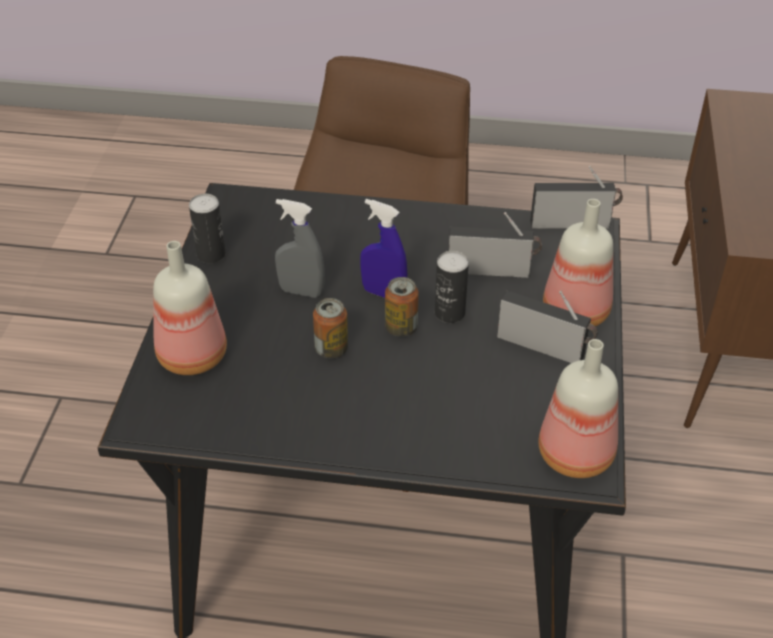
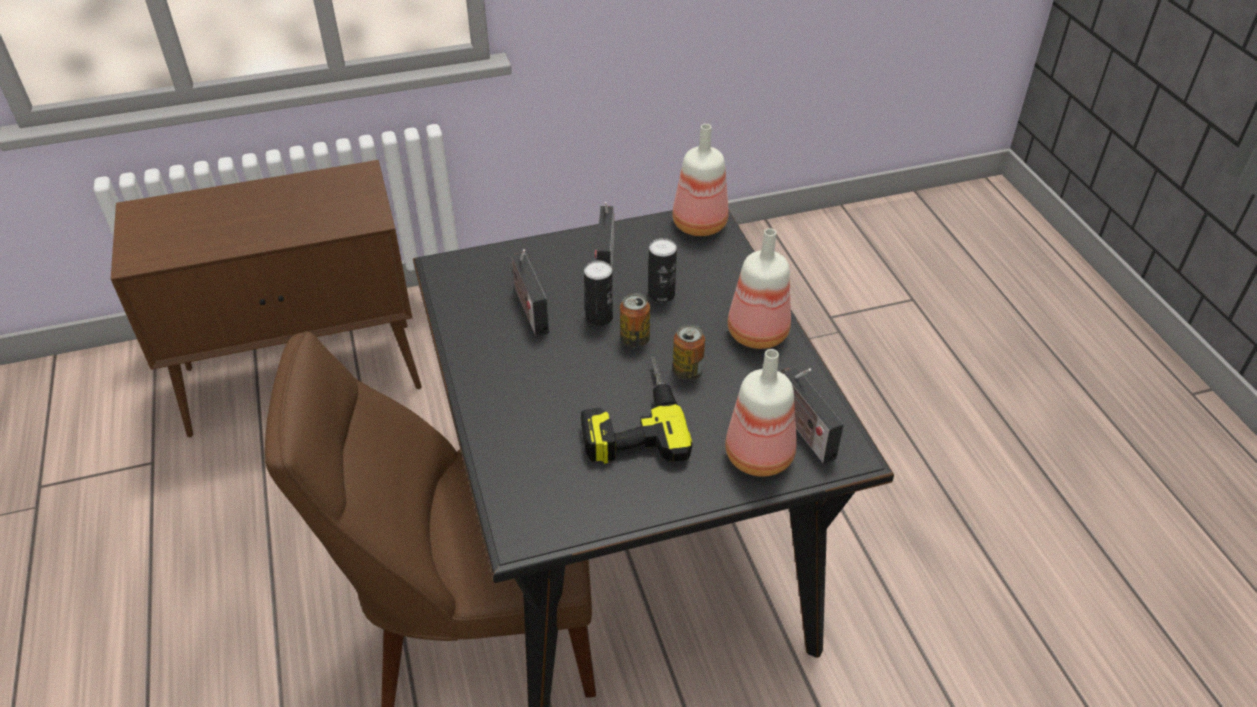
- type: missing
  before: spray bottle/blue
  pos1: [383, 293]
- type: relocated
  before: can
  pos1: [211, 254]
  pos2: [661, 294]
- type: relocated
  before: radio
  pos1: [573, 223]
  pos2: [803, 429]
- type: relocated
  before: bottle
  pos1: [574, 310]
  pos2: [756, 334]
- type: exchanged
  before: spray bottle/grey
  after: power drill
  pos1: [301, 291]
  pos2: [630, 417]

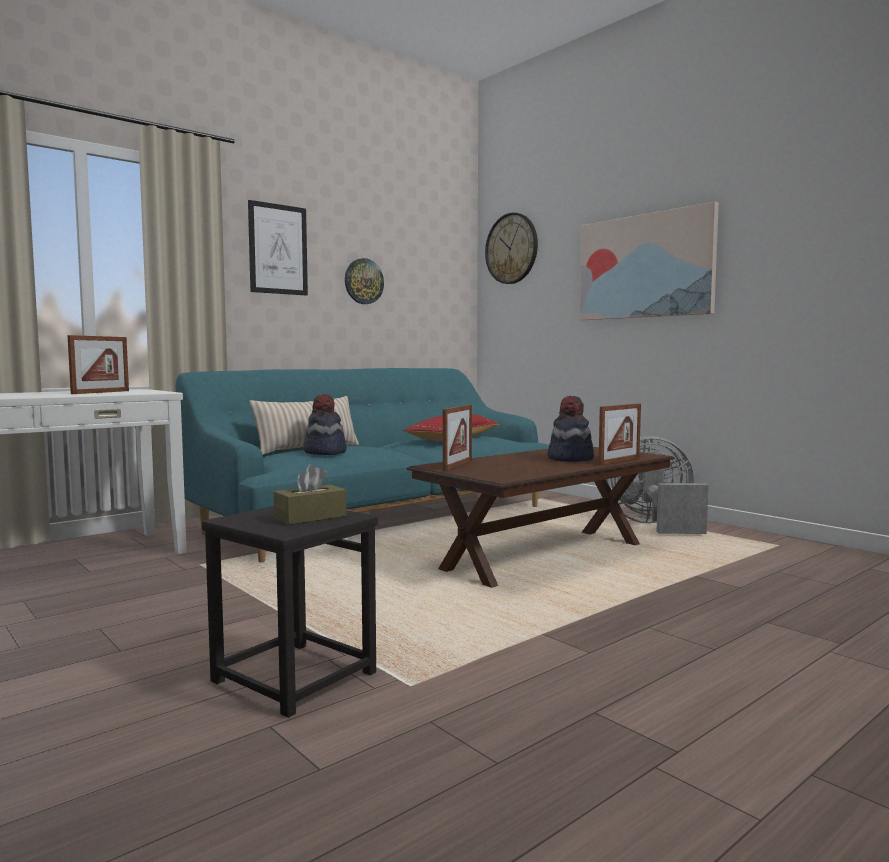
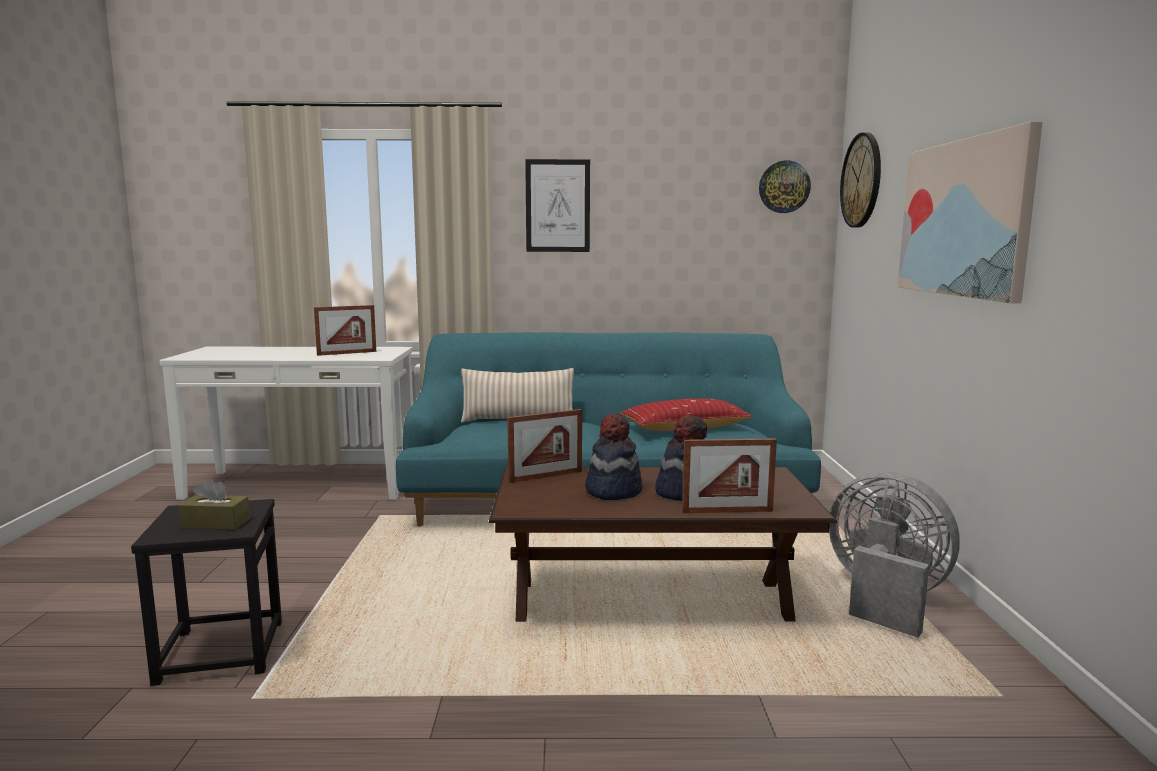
- type: relocated
  before: hat
  pos1: [324, 452]
  pos2: [613, 491]
- type: relocated
  before: wall clock
  pos1: [363, 281]
  pos2: [784, 187]

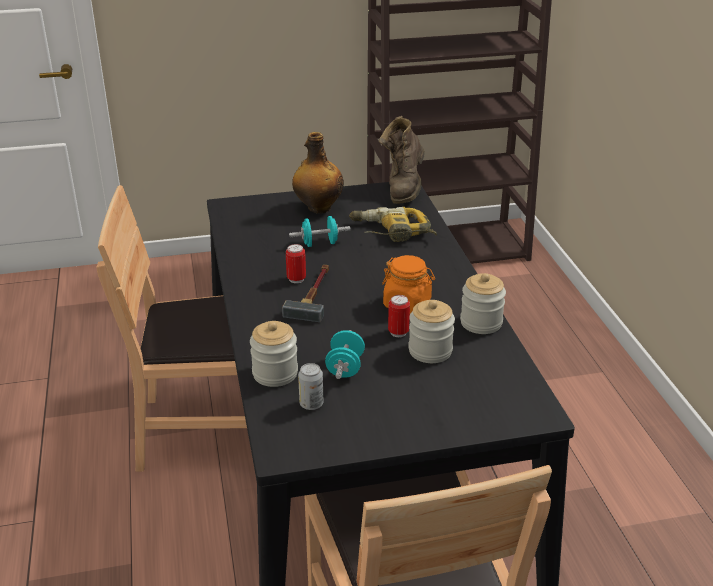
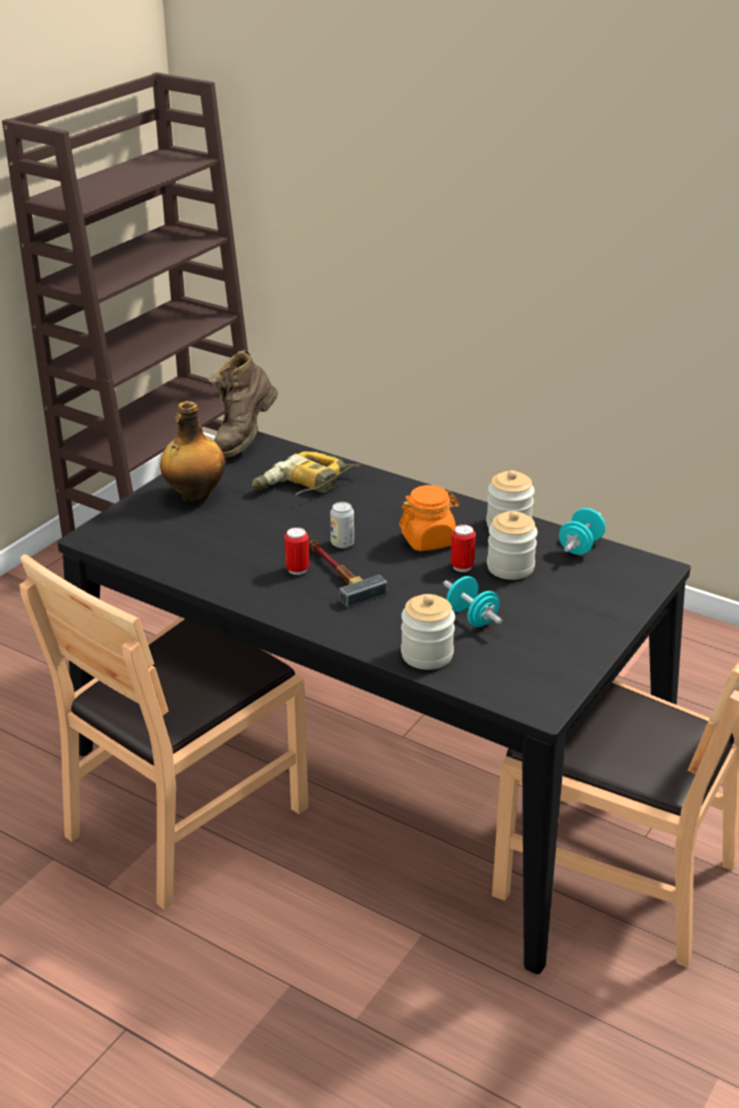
- type: relocated
  before: dumbbell/turquoise
  pos1: [320, 243]
  pos2: [580, 546]
- type: relocated
  before: can
  pos1: [311, 404]
  pos2: [342, 543]
- type: spun
  before: boot/brown
  pos1: [404, 188]
  pos2: [243, 439]
  turn: 60

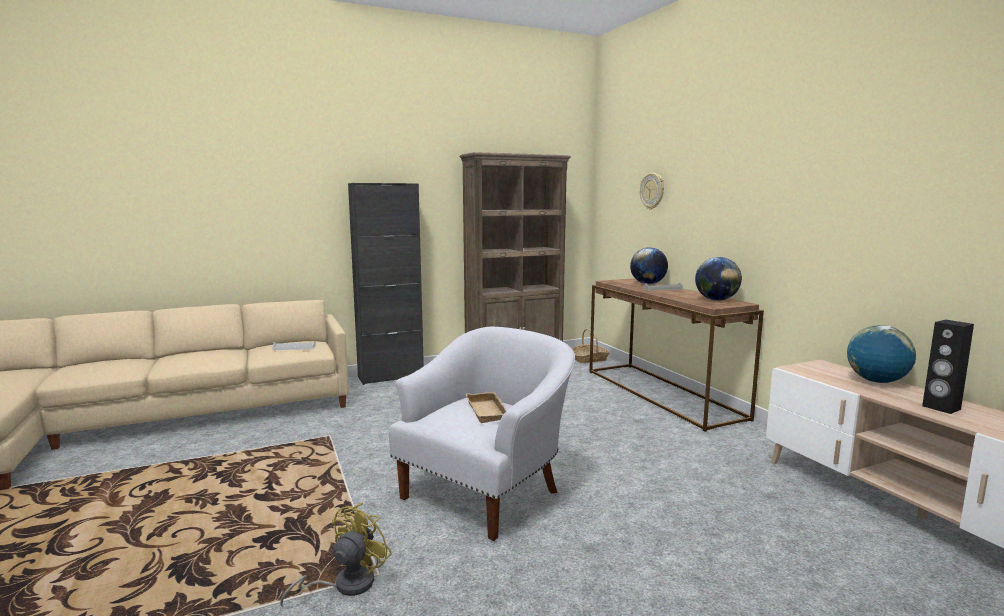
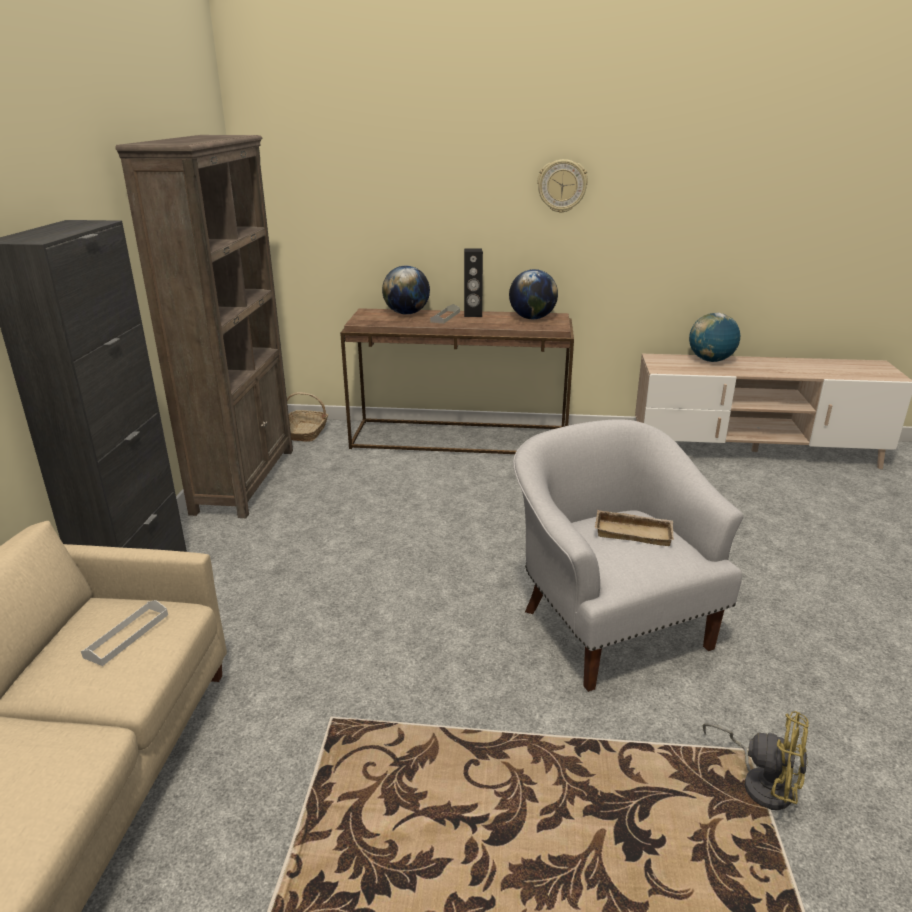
- type: relocated
  before: wall clock
  pos1: [652, 191]
  pos2: [562, 186]
- type: relocated
  before: speaker/black
  pos1: [941, 408]
  pos2: [473, 314]
- type: spun
  before: fan/yellow
  pos1: [345, 585]
  pos2: [761, 782]
  turn: 150

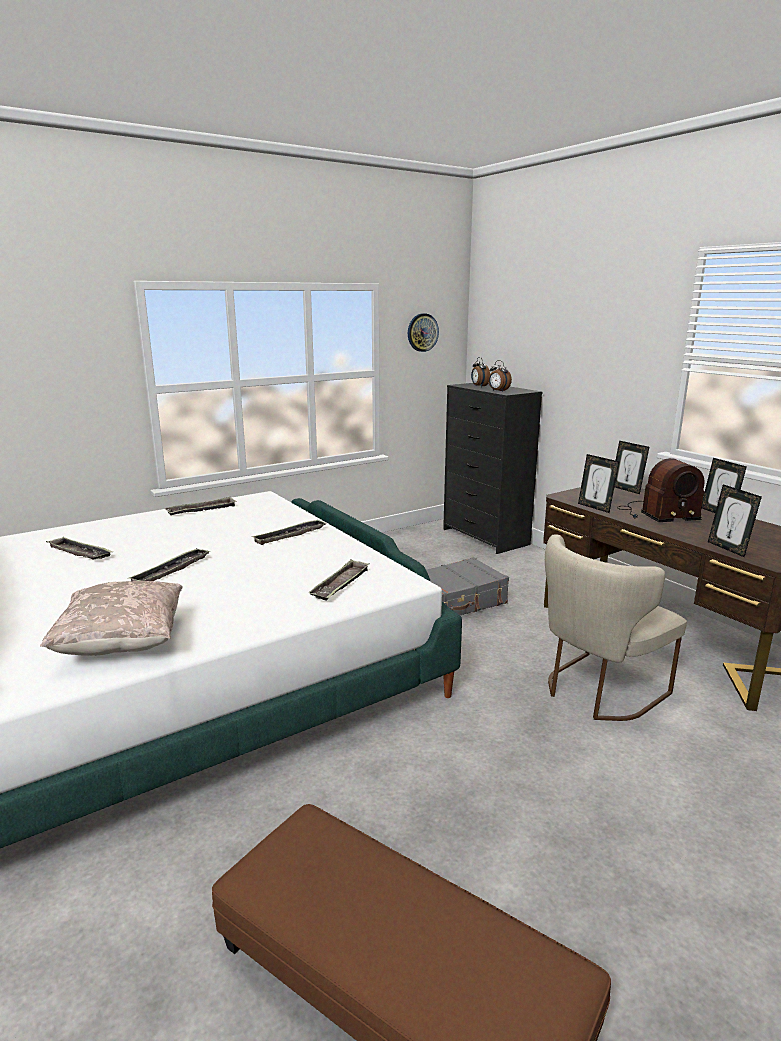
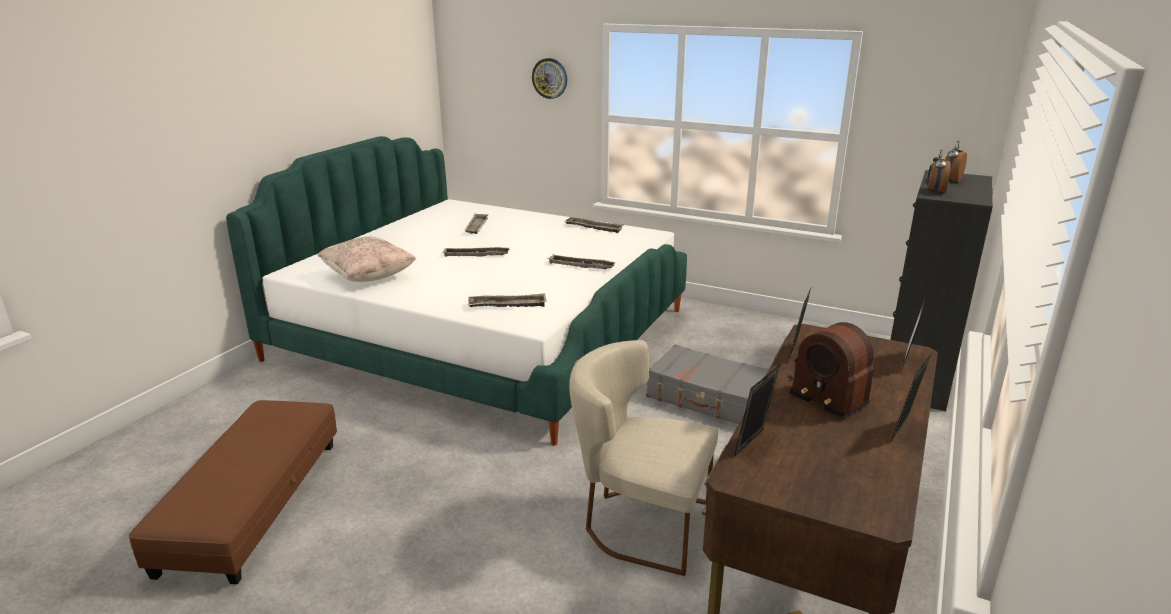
- type: relocated
  before: wall clock
  pos1: [422, 332]
  pos2: [550, 78]

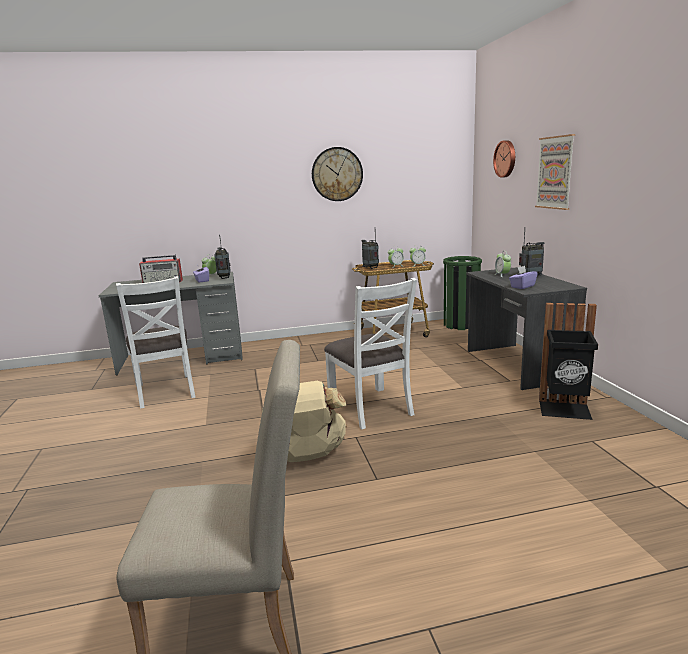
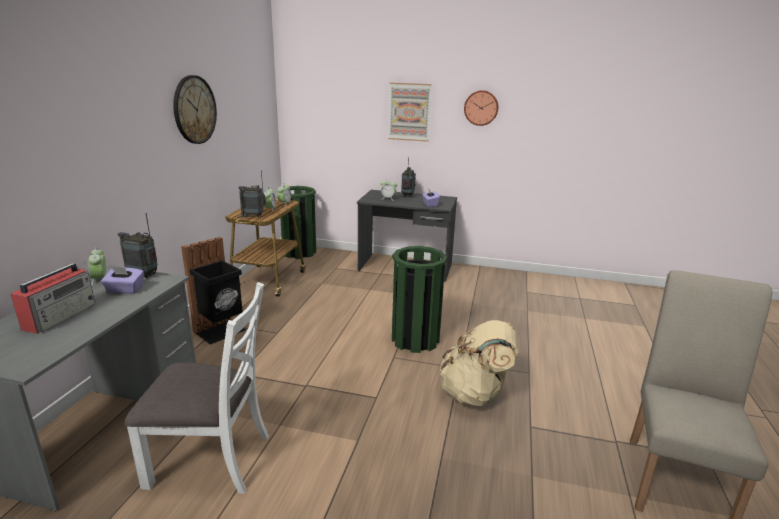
- type: relocated
  before: wall clock
  pos1: [506, 159]
  pos2: [481, 108]
- type: relocated
  before: trash can/black
  pos1: [565, 410]
  pos2: [221, 331]
- type: exchanged
  before: chair/white
  after: trash can/green
  pos1: [371, 407]
  pos2: [415, 339]

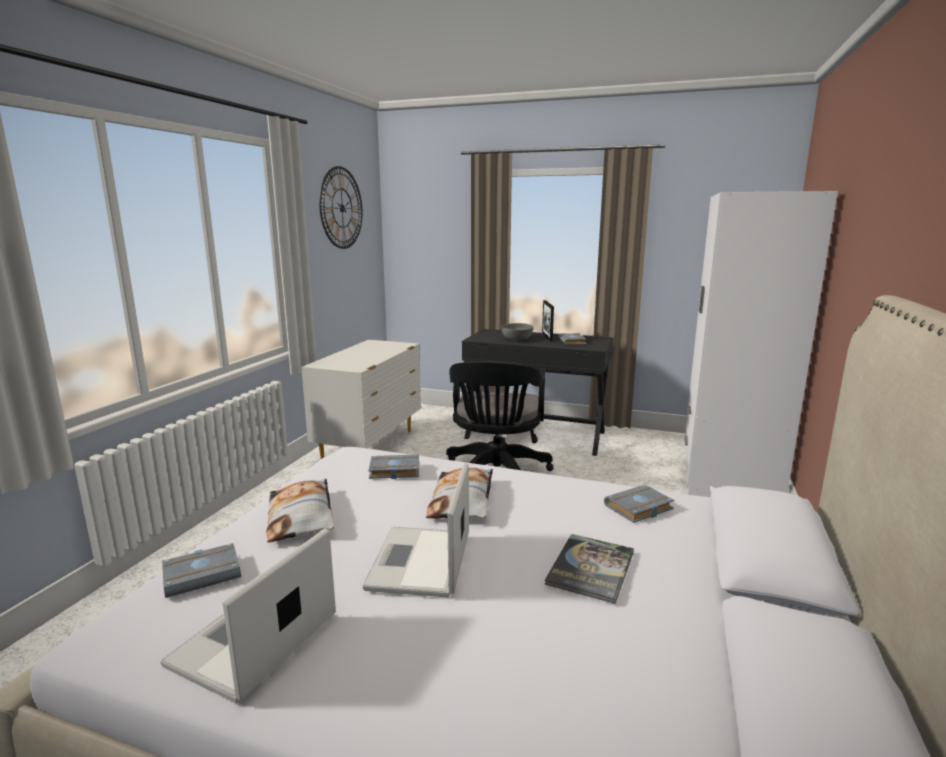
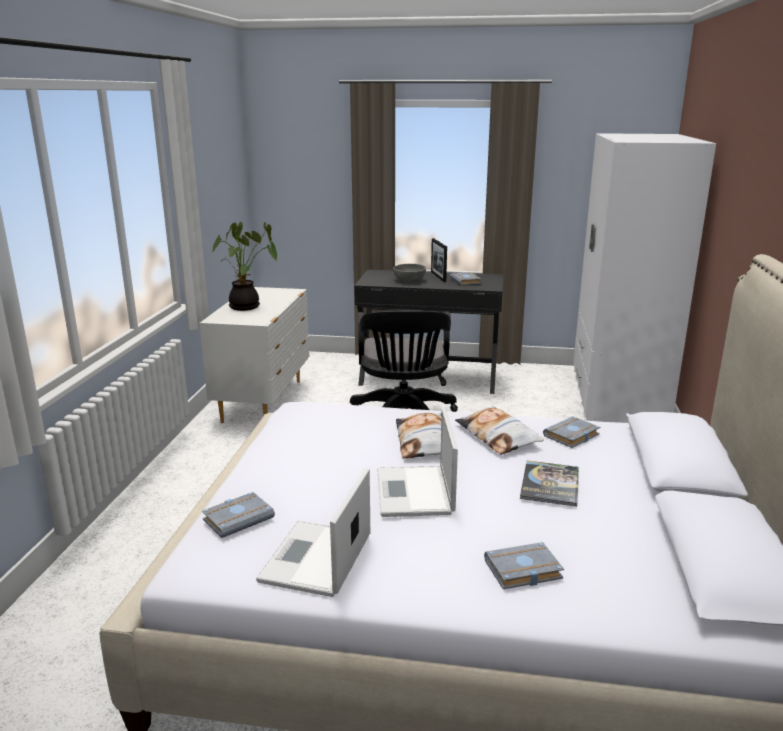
- type: missing
  before: wall clock
  pos1: [341, 208]
- type: appeared
  after: potted plant
  pos2: [247, 307]
- type: relocated
  before: pillow
  pos1: [302, 517]
  pos2: [497, 436]
- type: relocated
  before: book/grey
  pos1: [393, 471]
  pos2: [522, 571]

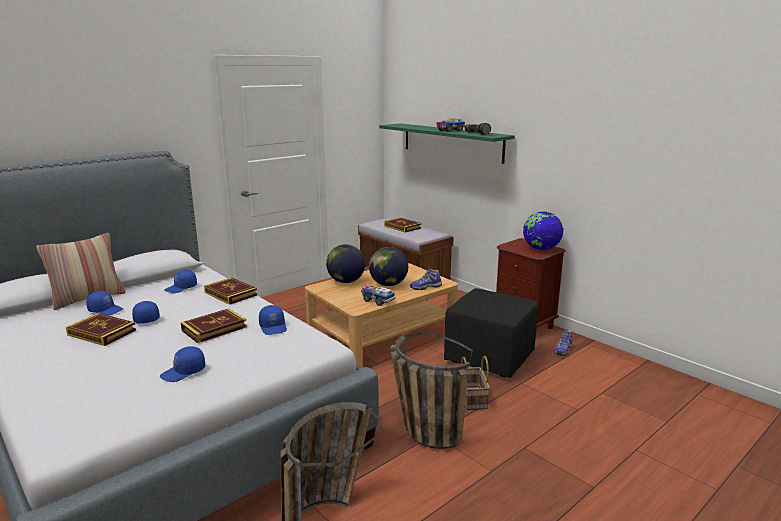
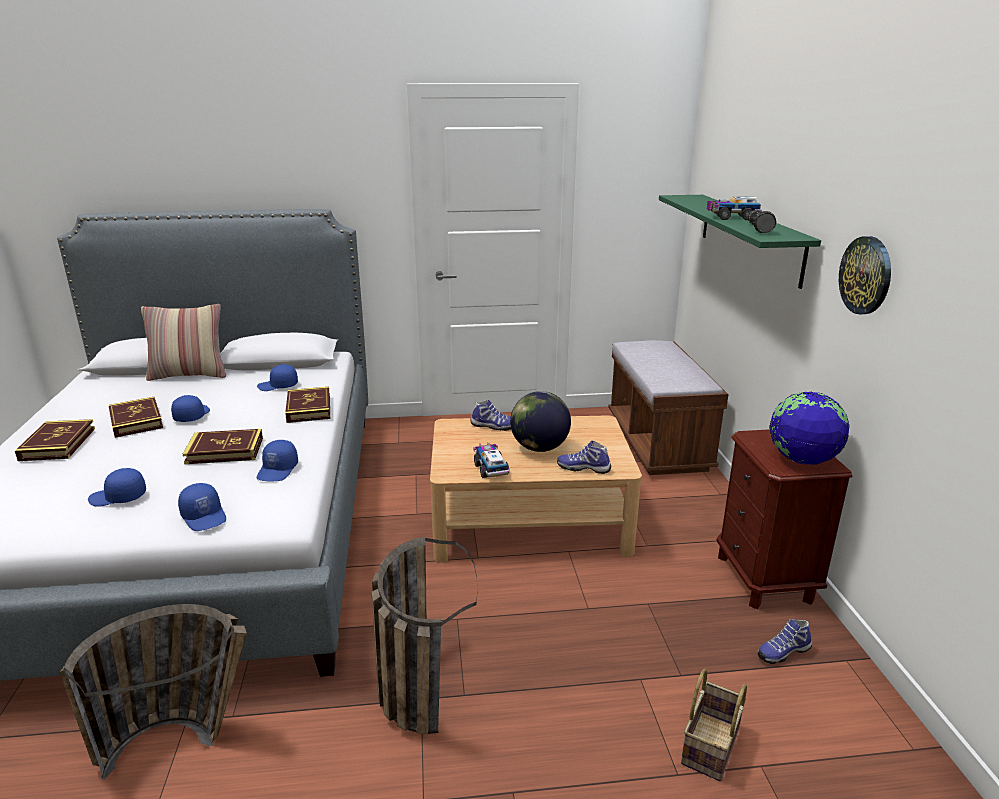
- type: missing
  before: ottoman/black
  pos1: [490, 358]
- type: appeared
  after: wall clock
  pos2: [866, 275]
- type: relocated
  before: cap/blue
  pos1: [106, 310]
  pos2: [205, 516]
- type: relocated
  before: book
  pos1: [402, 227]
  pos2: [58, 444]
- type: relocated
  before: basket
  pos1: [473, 399]
  pos2: [711, 748]
- type: exchanged
  before: globe
  after: shoe
  pos1: [346, 281]
  pos2: [493, 426]

